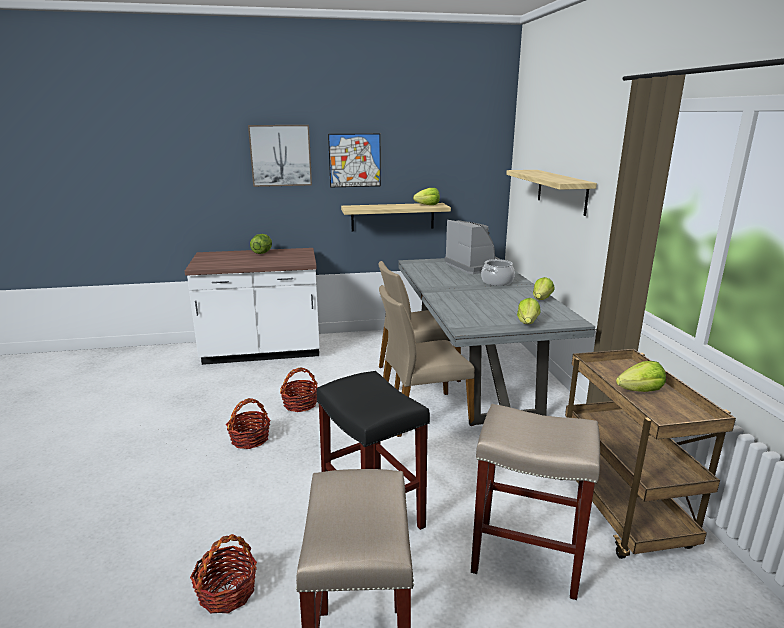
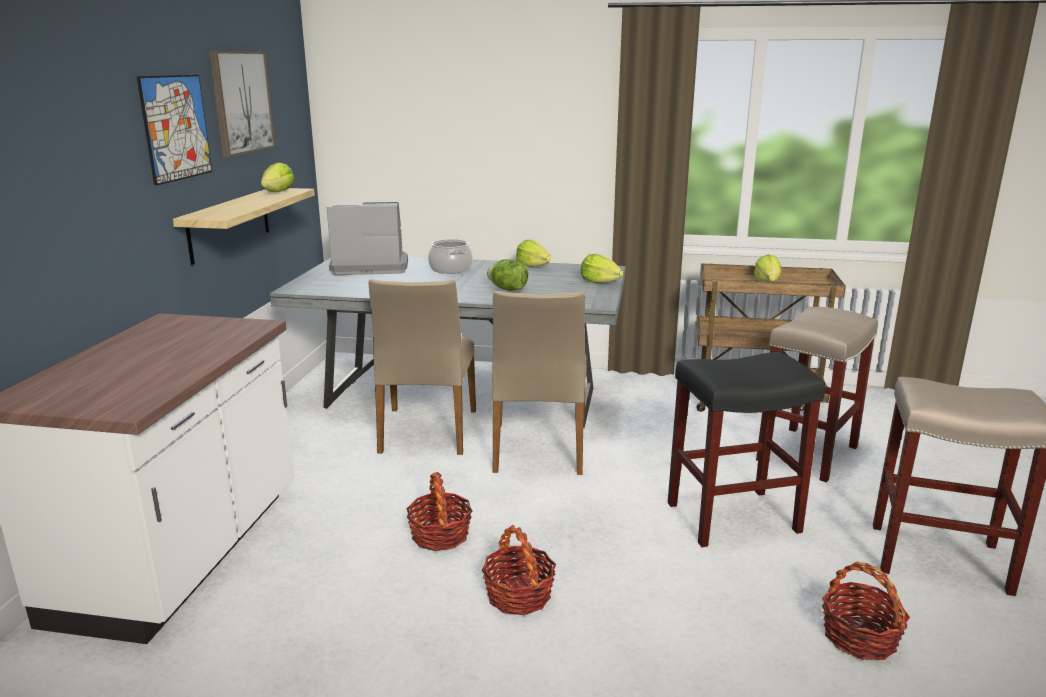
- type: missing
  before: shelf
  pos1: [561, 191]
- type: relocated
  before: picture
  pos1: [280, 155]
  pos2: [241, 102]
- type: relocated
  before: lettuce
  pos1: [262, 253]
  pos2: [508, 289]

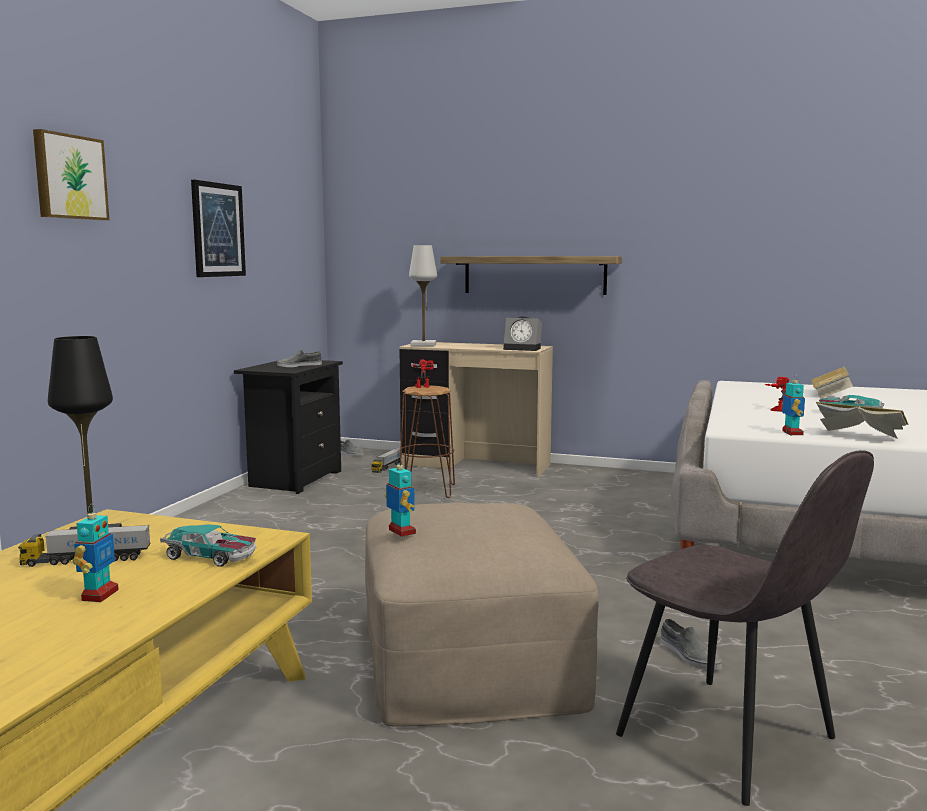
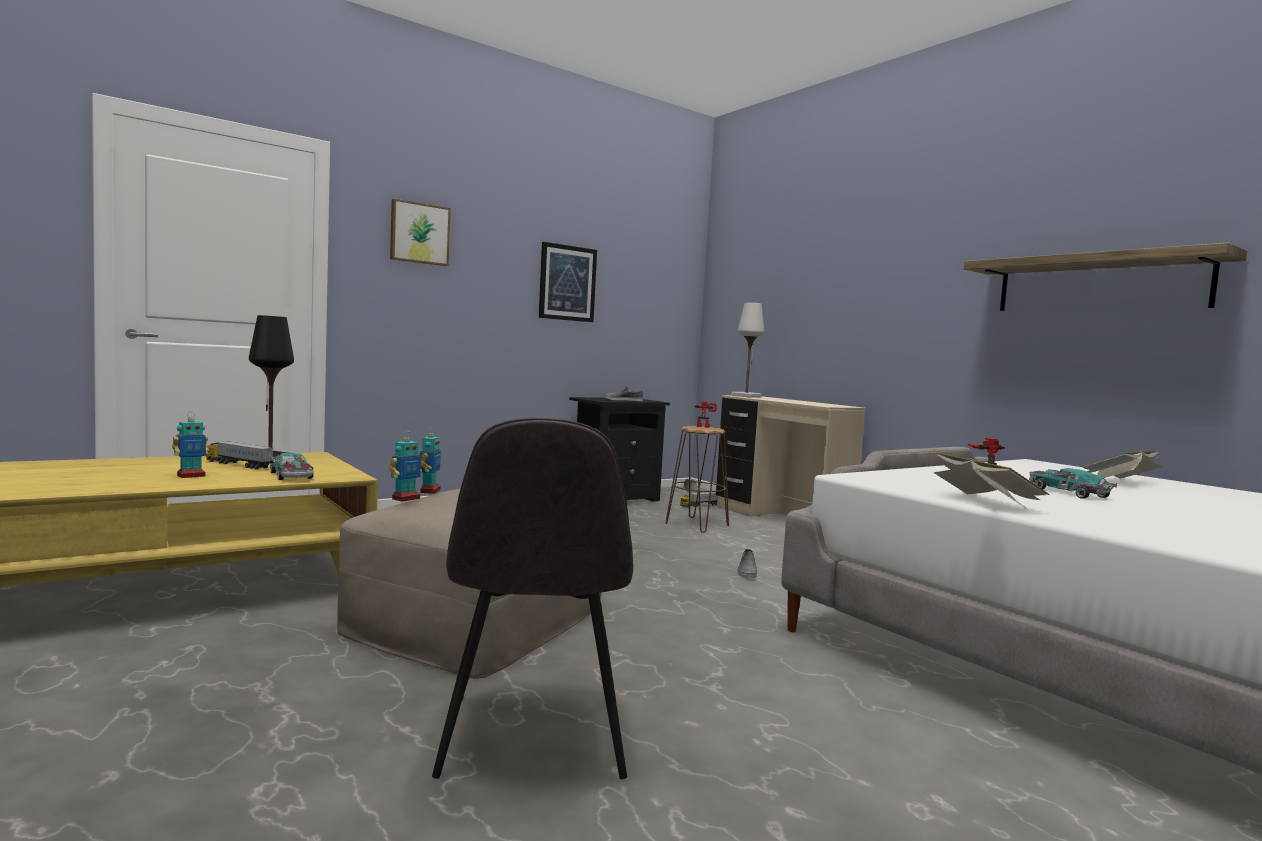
- type: missing
  before: alarm clock
  pos1: [523, 349]
- type: relocated
  before: shelf
  pos1: [534, 275]
  pos2: [1099, 284]
- type: relocated
  before: shoe/grey
  pos1: [689, 655]
  pos2: [747, 571]
- type: relocated
  before: toy robot
  pos1: [792, 433]
  pos2: [405, 498]

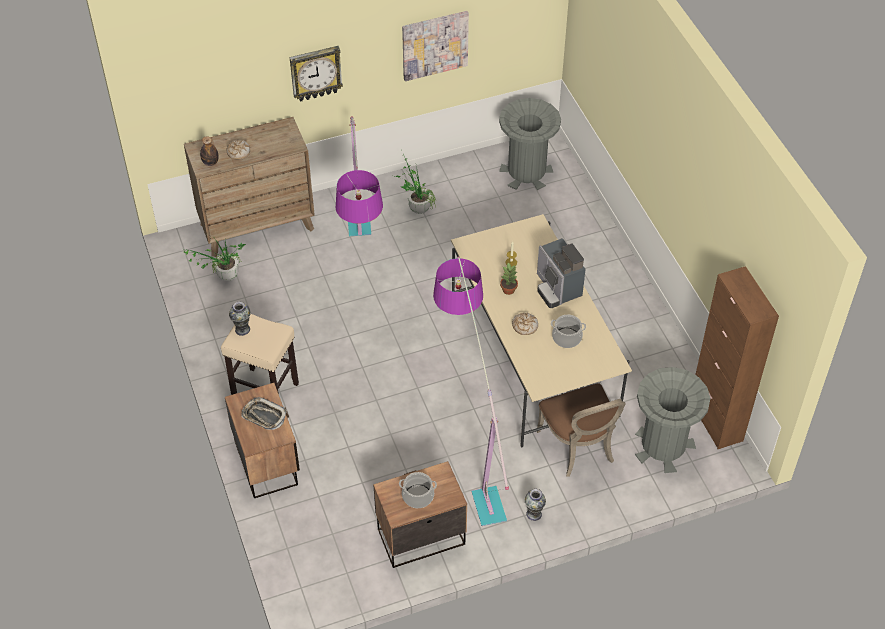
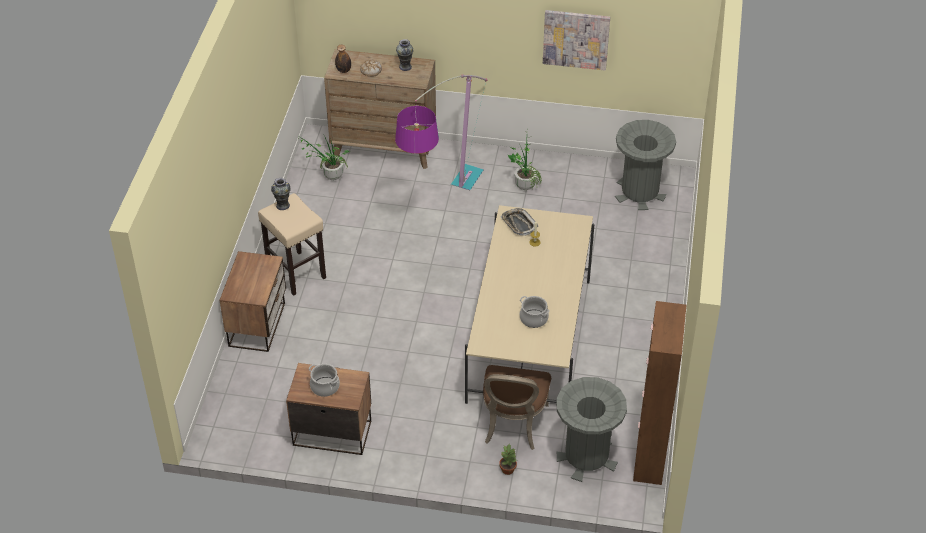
- type: missing
  before: wall clock
  pos1: [315, 73]
- type: missing
  before: floor lamp
  pos1: [470, 445]
- type: missing
  before: bread
  pos1: [524, 326]
- type: missing
  before: coffee machine
  pos1: [557, 288]
- type: relocated
  before: tray
  pos1: [264, 416]
  pos2: [519, 224]
- type: relocated
  before: potted plant
  pos1: [509, 289]
  pos2: [508, 469]
- type: relocated
  before: vase
  pos1: [534, 514]
  pos2: [405, 67]

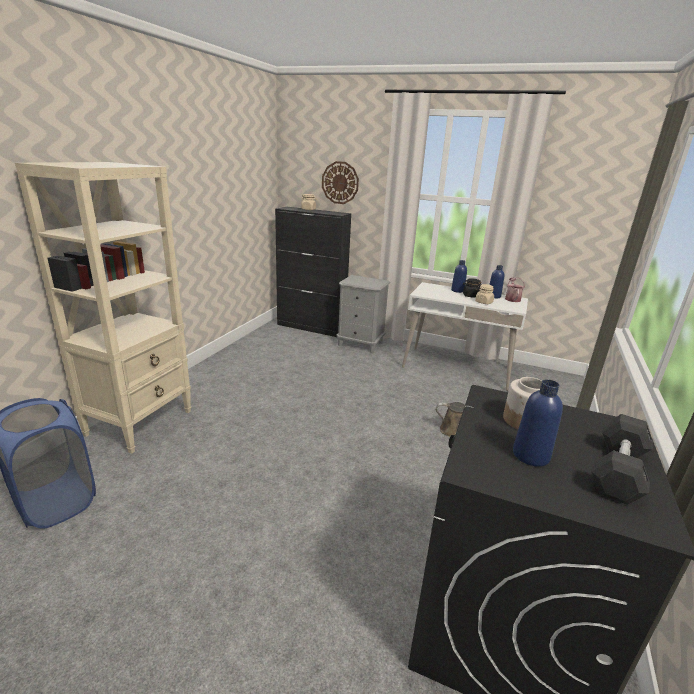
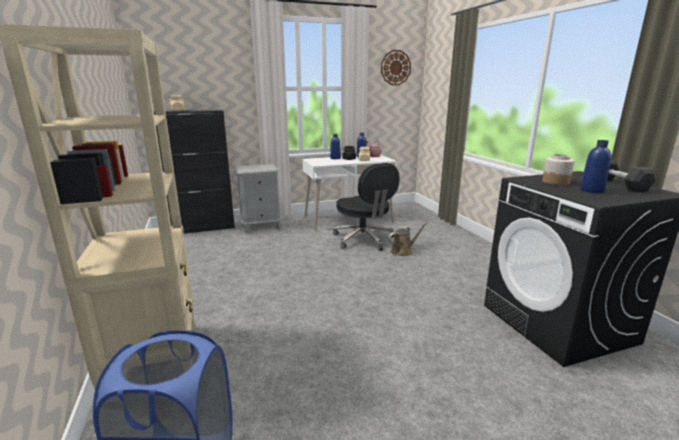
- type: appeared
  after: office chair/black
  pos2: [364, 239]
- type: relocated
  before: wall clock
  pos1: [340, 183]
  pos2: [395, 67]

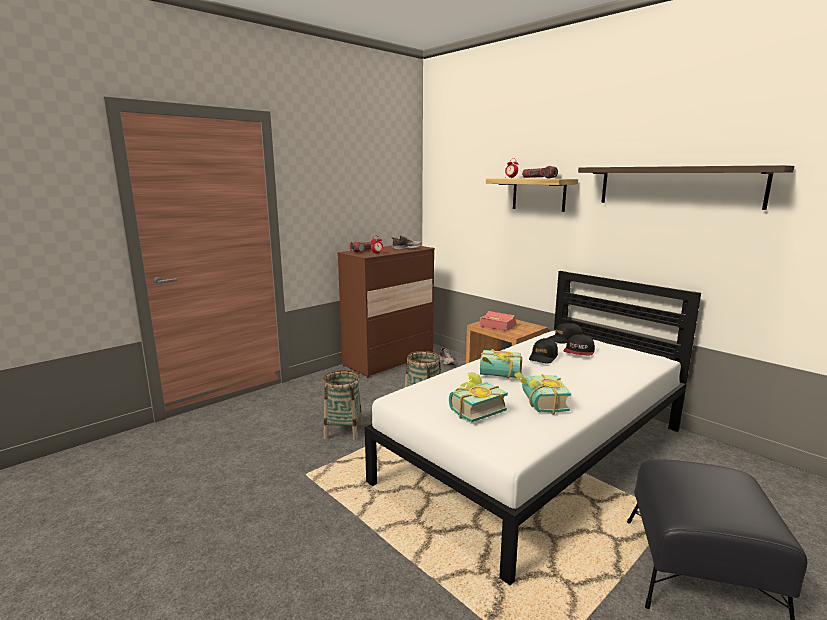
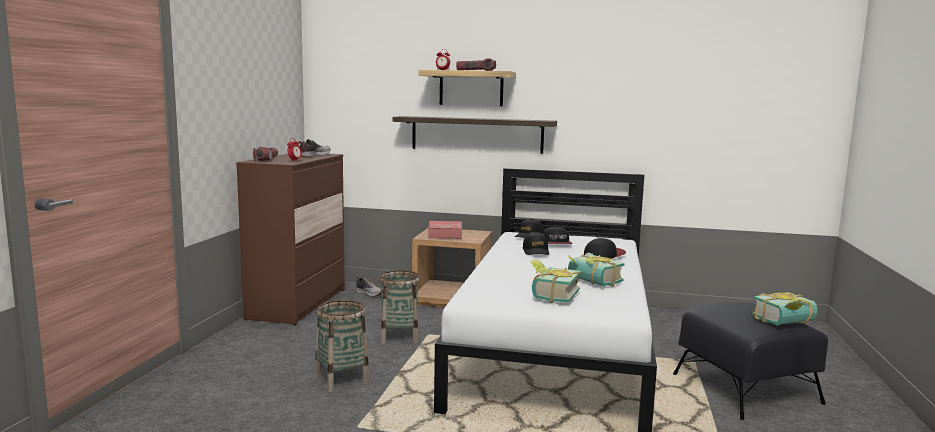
- type: appeared
  after: cap
  pos2: [604, 255]
- type: relocated
  before: book
  pos1: [499, 376]
  pos2: [787, 323]
- type: relocated
  before: shelf
  pos1: [677, 186]
  pos2: [477, 134]

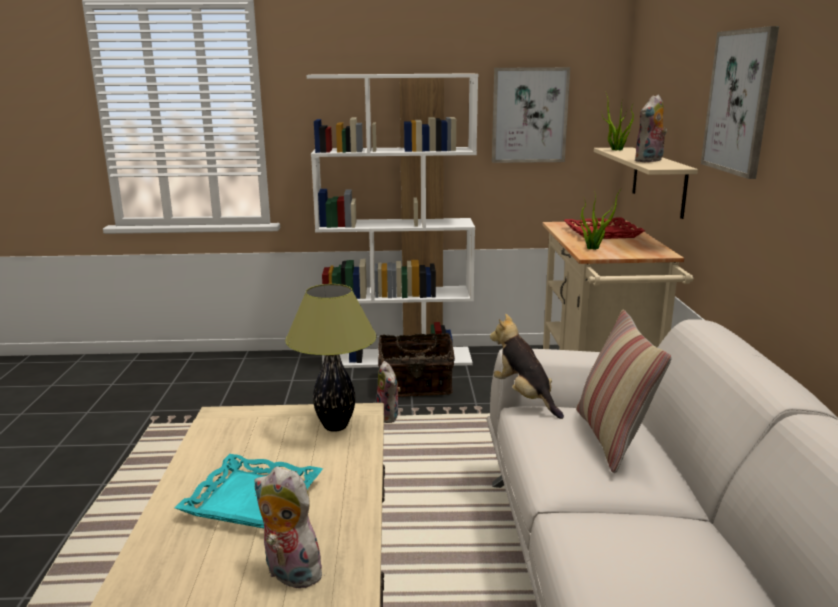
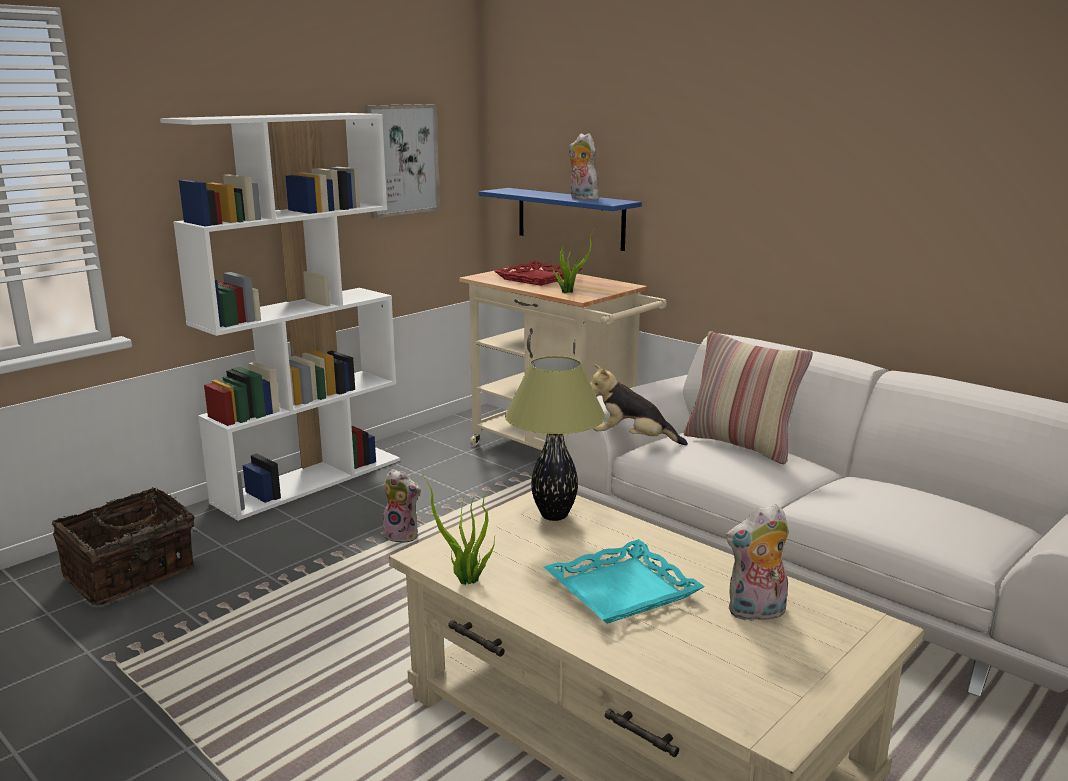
- type: missing
  before: picture
  pos1: [739, 102]
- type: relocated
  before: basket
  pos1: [416, 385]
  pos2: [132, 574]
- type: relocated
  before: potted plant
  pos1: [615, 150]
  pos2: [465, 581]
- type: colour
  before: shelf/beige
  after: shelf/blue
  pos1: [658, 181]
  pos2: [570, 218]
- type: spun
  before: plush toy
  pos1: [649, 161]
  pos2: [581, 198]
  turn: 135

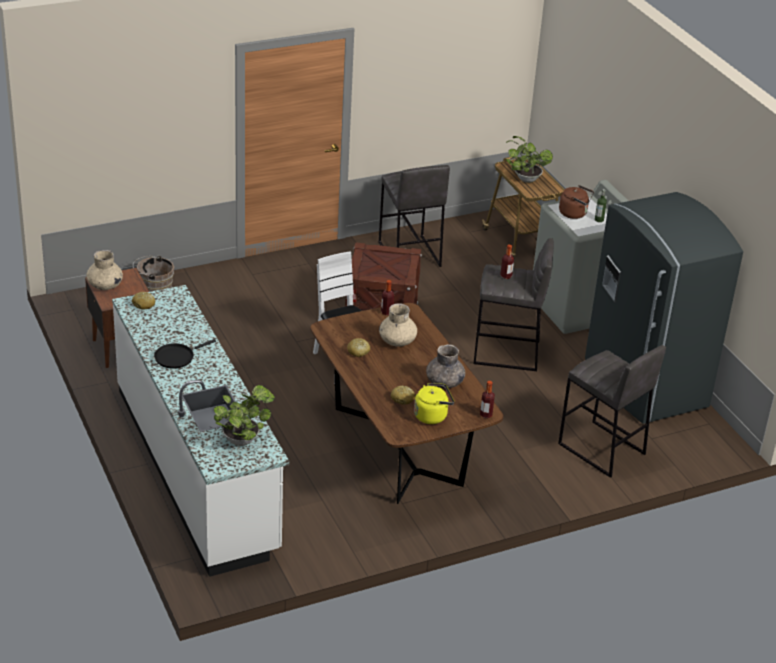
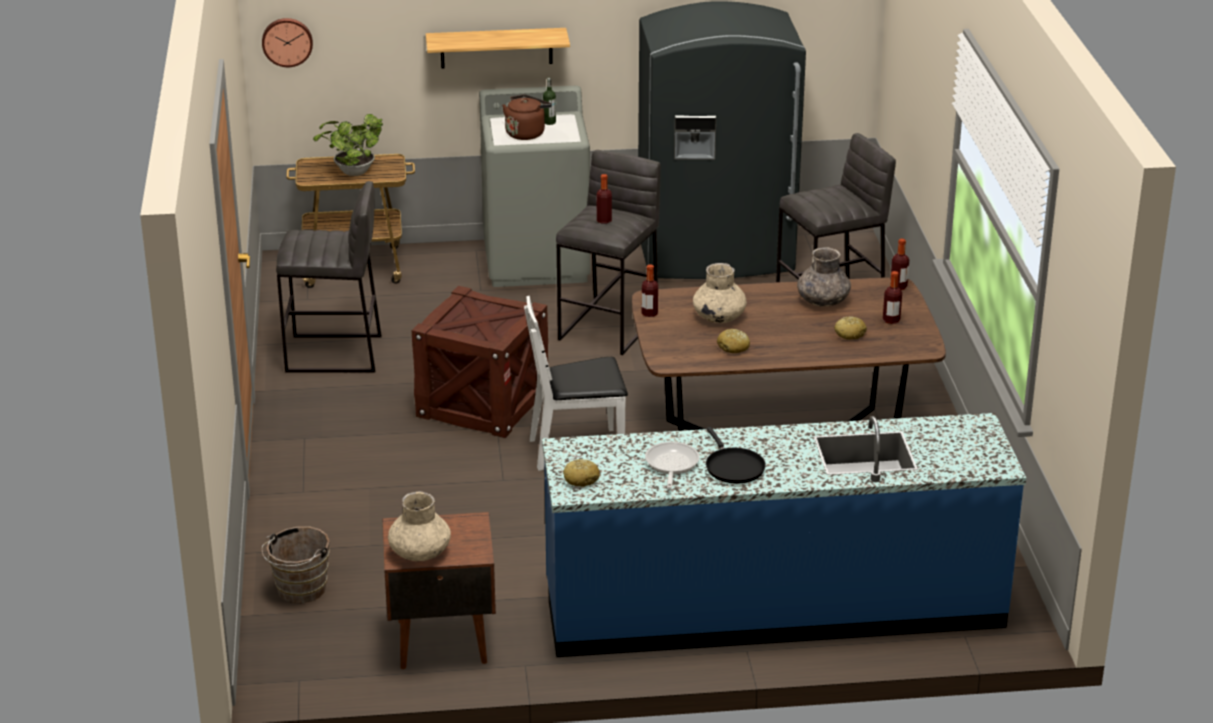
- type: missing
  before: potted plant
  pos1: [243, 439]
- type: appeared
  after: wall clock
  pos2: [287, 41]
- type: appeared
  after: shelf
  pos2: [496, 48]
- type: appeared
  after: frying pan
  pos2: [671, 465]
- type: exchanged
  before: kettle/yellow
  after: bottle
  pos1: [432, 415]
  pos2: [891, 320]
- type: colour
  before: counter/white
  after: counter/blue
  pos1: [197, 469]
  pos2: [773, 607]

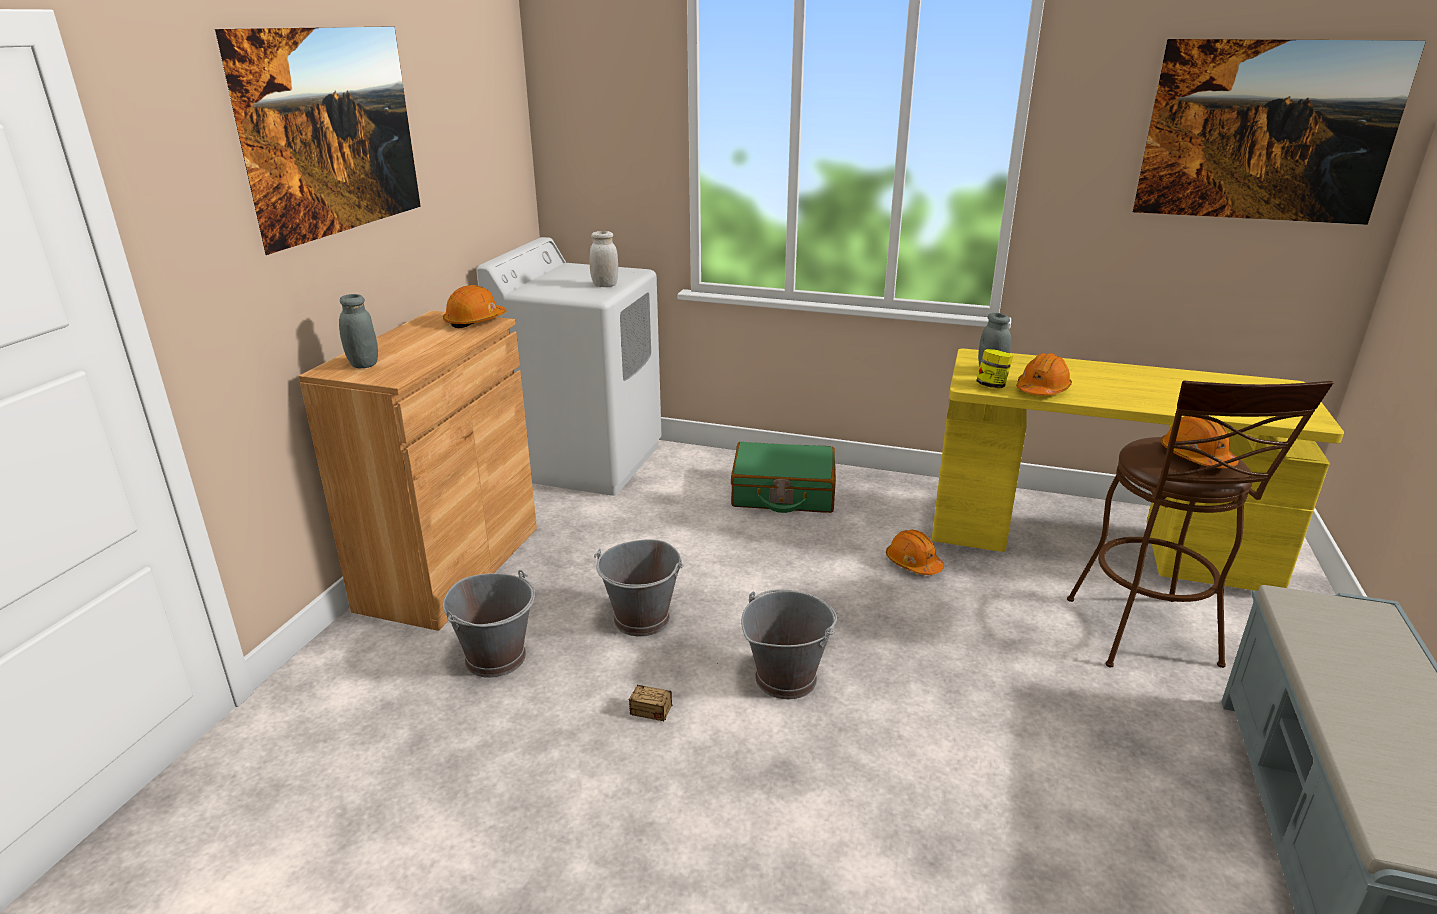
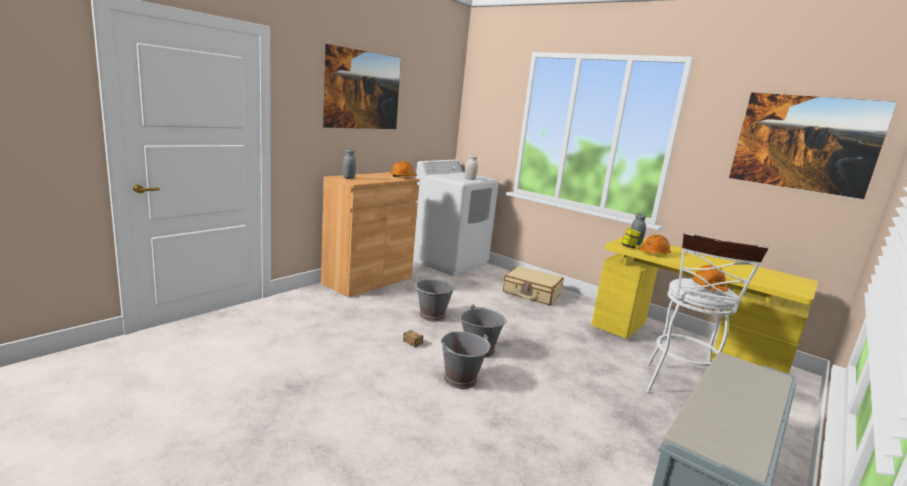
- type: missing
  before: hard hat/orange
  pos1: [913, 563]
- type: relocated
  before: bucket/grey
  pos1: [496, 657]
  pos2: [461, 379]
- type: colour
  before: suitcase/green
  after: suitcase/beige
  pos1: [783, 492]
  pos2: [531, 293]
- type: colour
  before: stool/brown
  after: stool/white
  pos1: [1147, 639]
  pos2: [679, 390]

